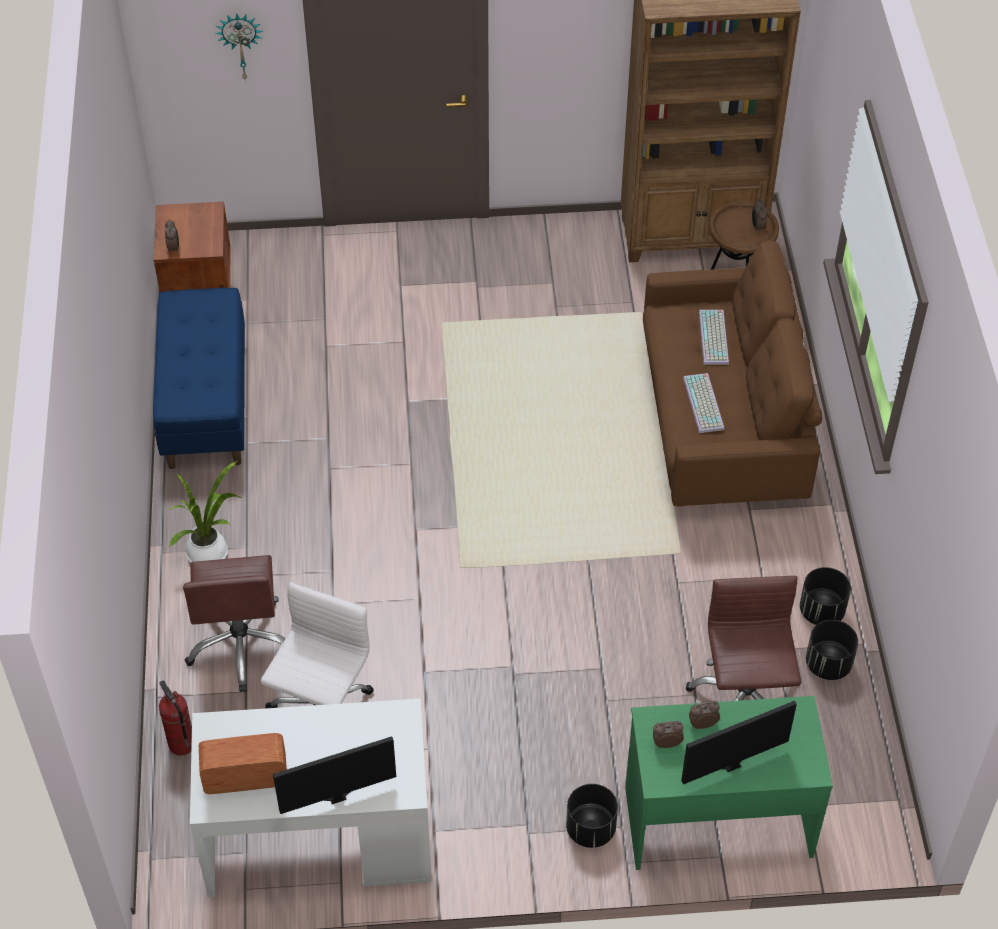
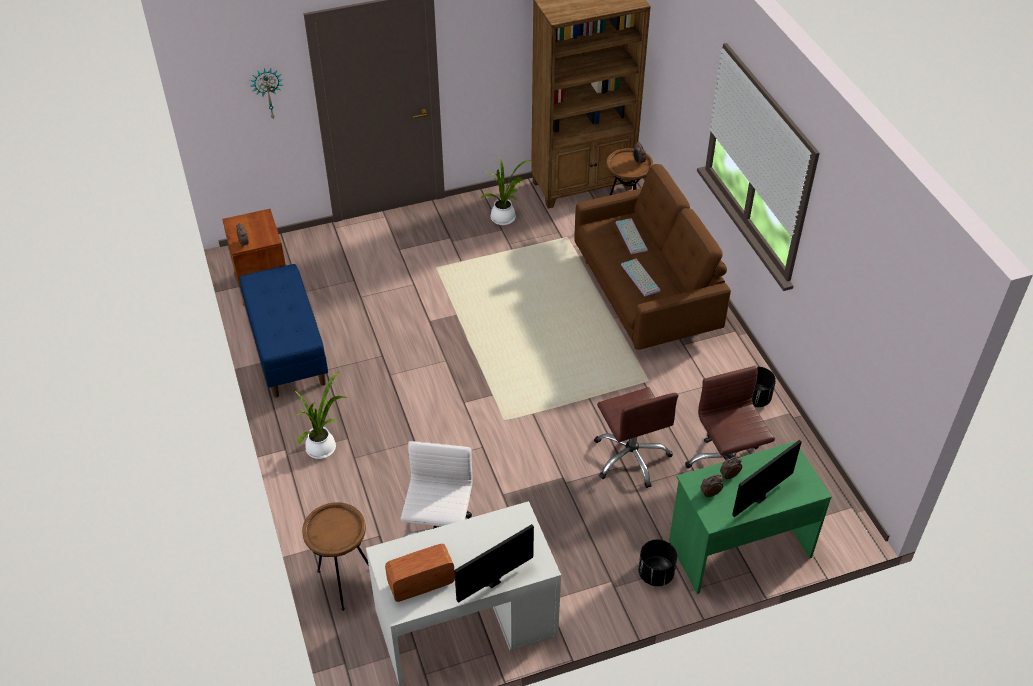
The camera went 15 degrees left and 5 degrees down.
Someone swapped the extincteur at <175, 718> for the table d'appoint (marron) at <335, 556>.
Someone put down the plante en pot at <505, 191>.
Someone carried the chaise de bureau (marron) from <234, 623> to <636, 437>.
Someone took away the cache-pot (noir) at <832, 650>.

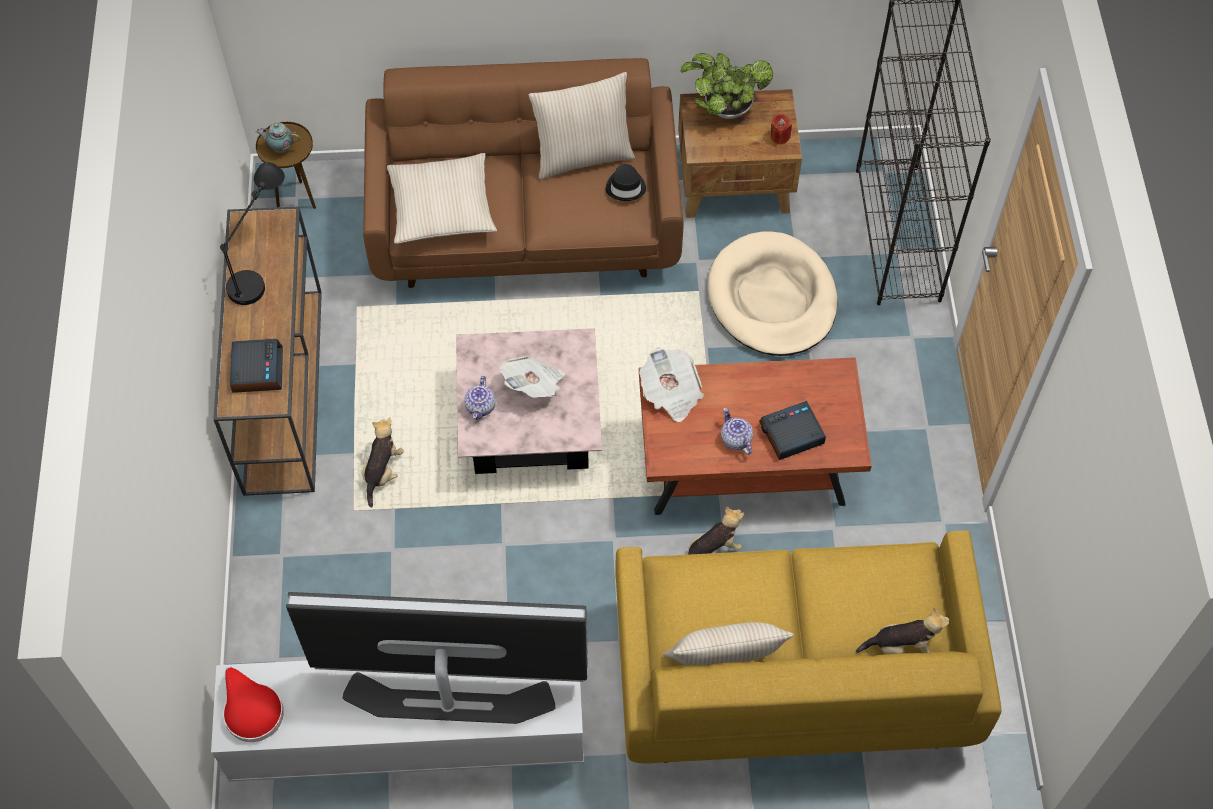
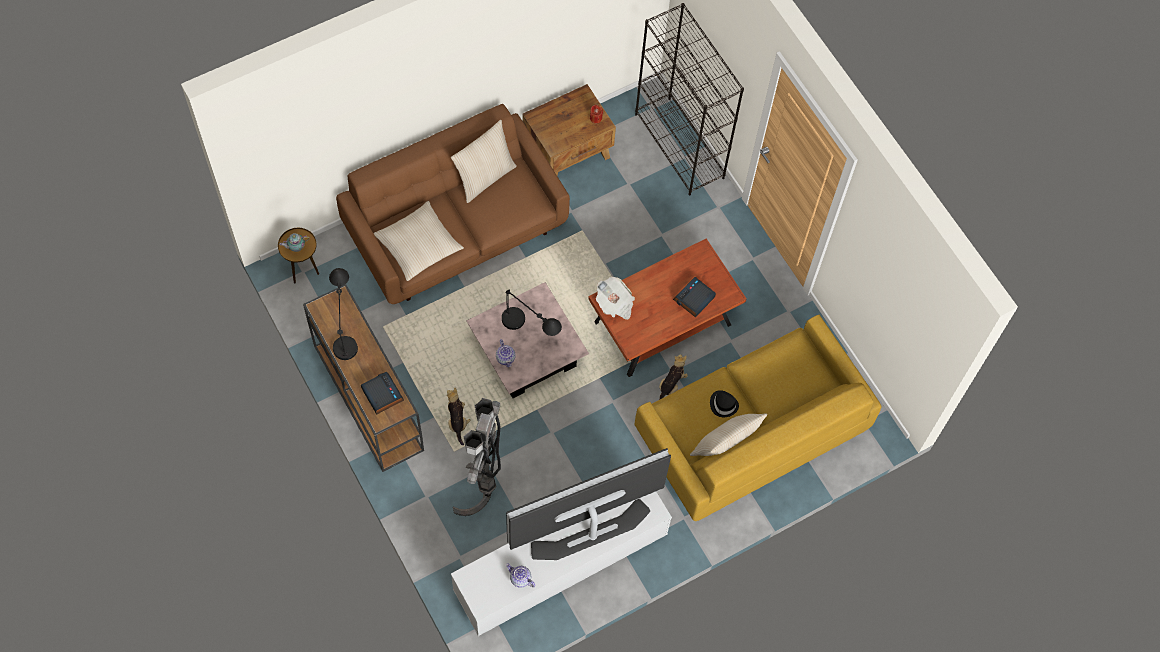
The camera went 30 degrees left and 5 degrees up.
Someone put down the lampadaire (gris) at <477, 457>.
Someone swapped the journal at <532, 377> for the lampe de table (noir) at <532, 312>.
Someone carried the théière from <737, 431> to <520, 576>.
Someone carried the chapeau (noir) from <626, 182> to <724, 403>.
Someone took away the chapeau (rouge) at <253, 704>.
Someone took away the plante en pot at <727, 86>.
Someone took away the panier pour chien (beige) at <772, 293>.
Someone took away the peluche at <902, 631>.

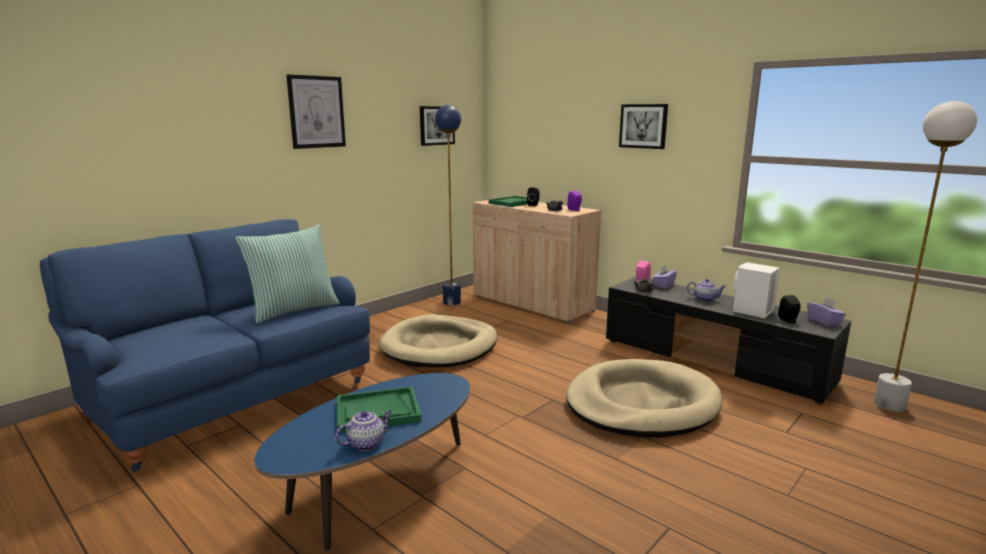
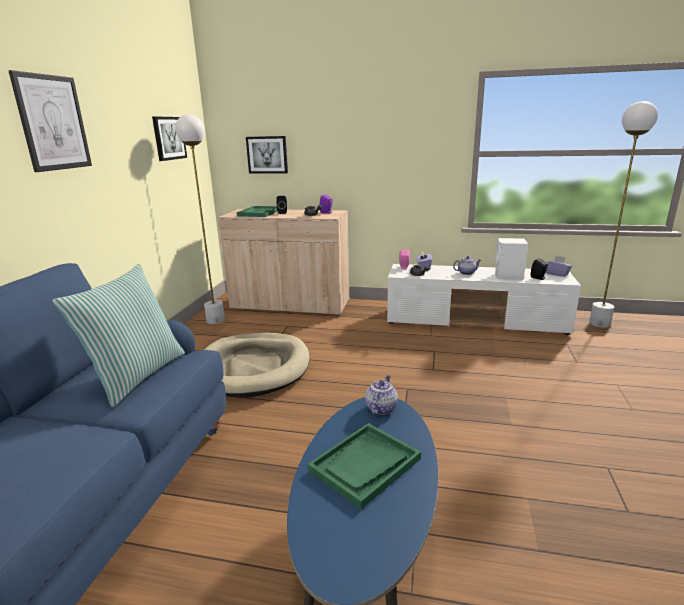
The camera went 30 degrees left and 5 degrees up.
Someone repainted the lampadaire (bleu) at <448, 205>, which became the lampadaire (blanc) at <200, 219>.
Someone carried the tableau from <643, 126> to <267, 155>.
Someone carried the théière from <363, 430> to <381, 395>.
Someone repainted the meuble télé (noir) at <728, 340>, which became the meuble télé (blanc) at <484, 299>.
Someone took away the panier pour chien (beige) at <644, 398>.

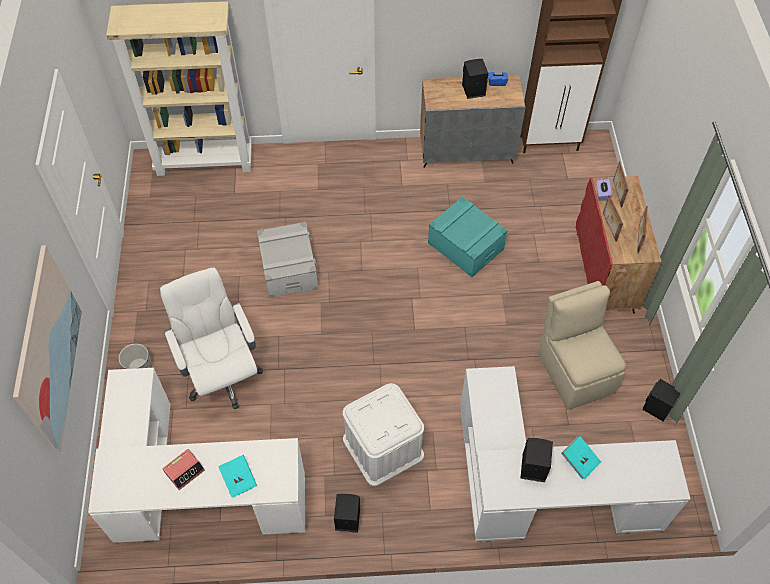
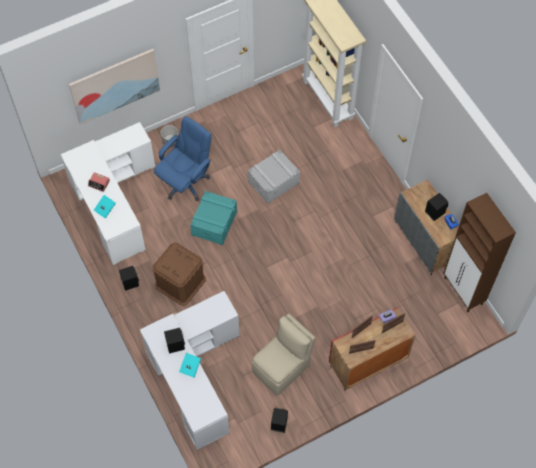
The camera went 65 degrees right and 5 degrees up.
Someone repainted the boîte de rangement (blanc) at <383, 434>, which became the boîte de rangement (marron) at <179, 274>.
Someone repainted the chaise de bureau (blanc) at <211, 338>, which became the chaise de bureau (bleu) at <183, 158>.
Someone carried the boîte de rangement (turquoise) from <468, 237> to <213, 218>.

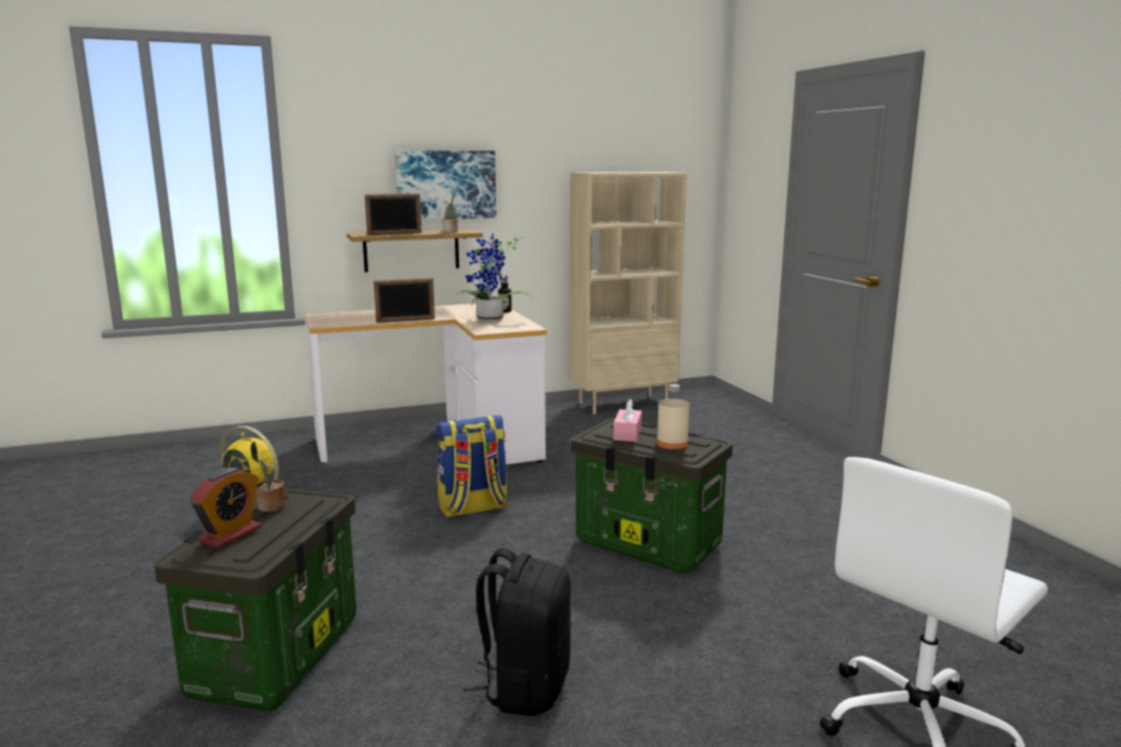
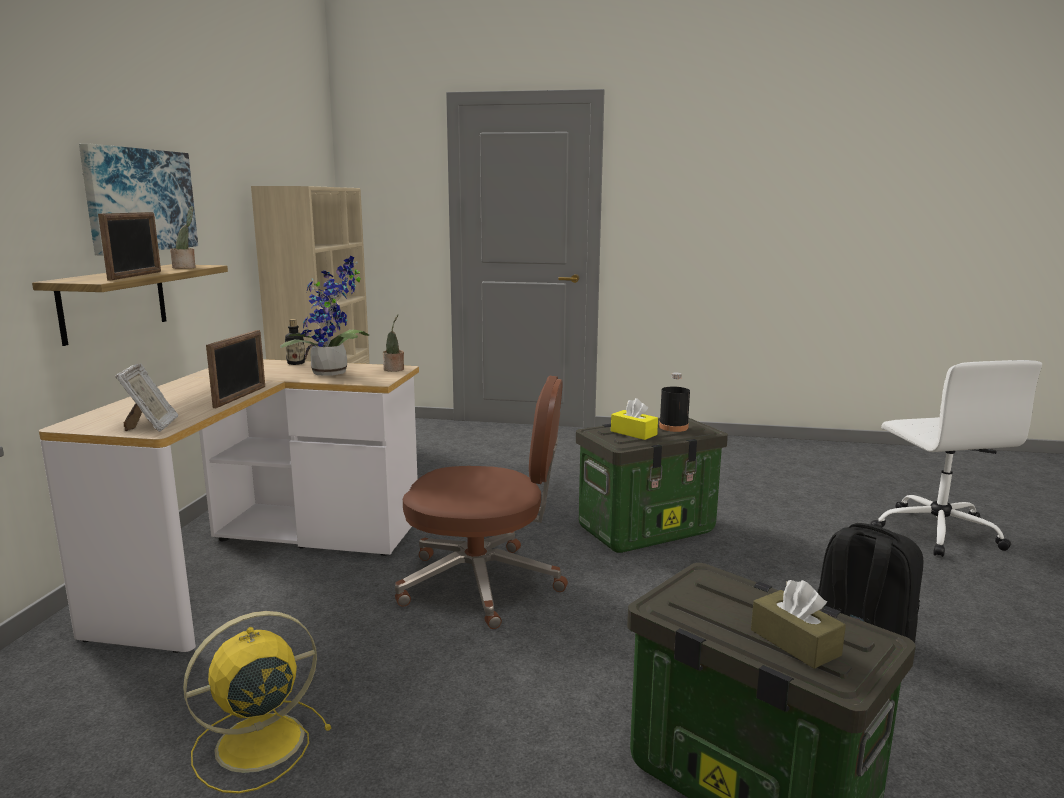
The camera went 60 degrees left and 0 degrees up.
Someone put down the cadre photo at <146, 397>.
Someone carried the plante en pot from <268, 477> to <393, 343>.
Someone swapped the sac à dos at <472, 466> for the chaise de bureau (marron) at <481, 502>.
Someone repainted the boîte à mouchoirs (rose) at <627, 420>, which became the boîte à mouchoirs (jaune) at <634, 419>.
Someone repainted the bouteille (beige) at <672, 416>, which became the bouteille (noir) at <674, 402>.
Someone swapped the réveil at <225, 507> for the boîte à mouchoirs (marron) at <798, 624>.

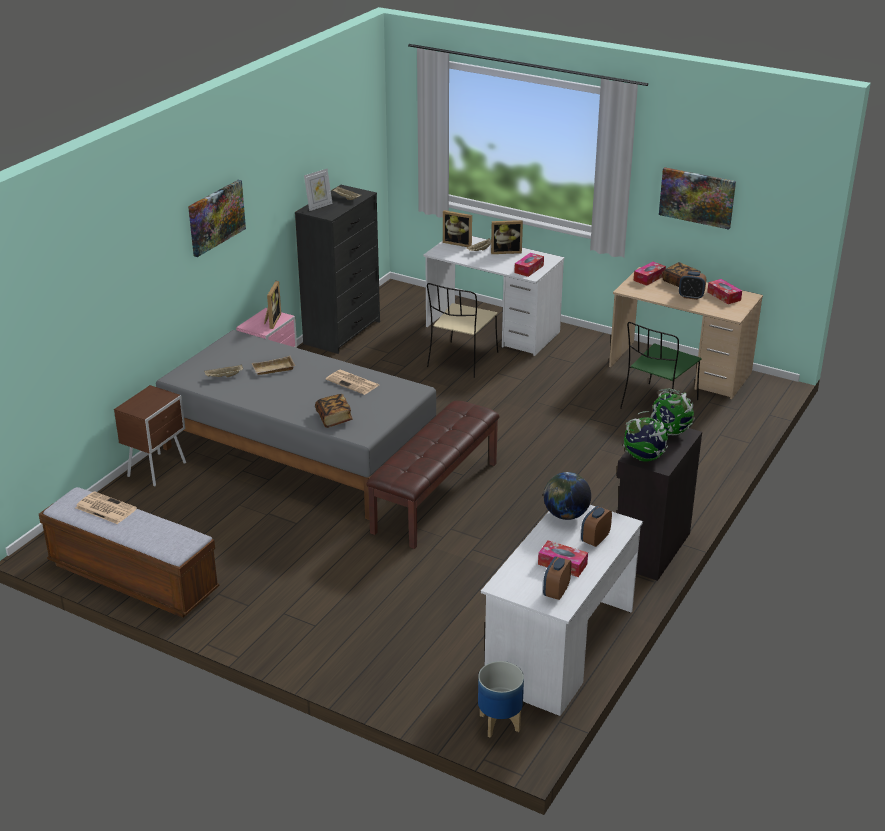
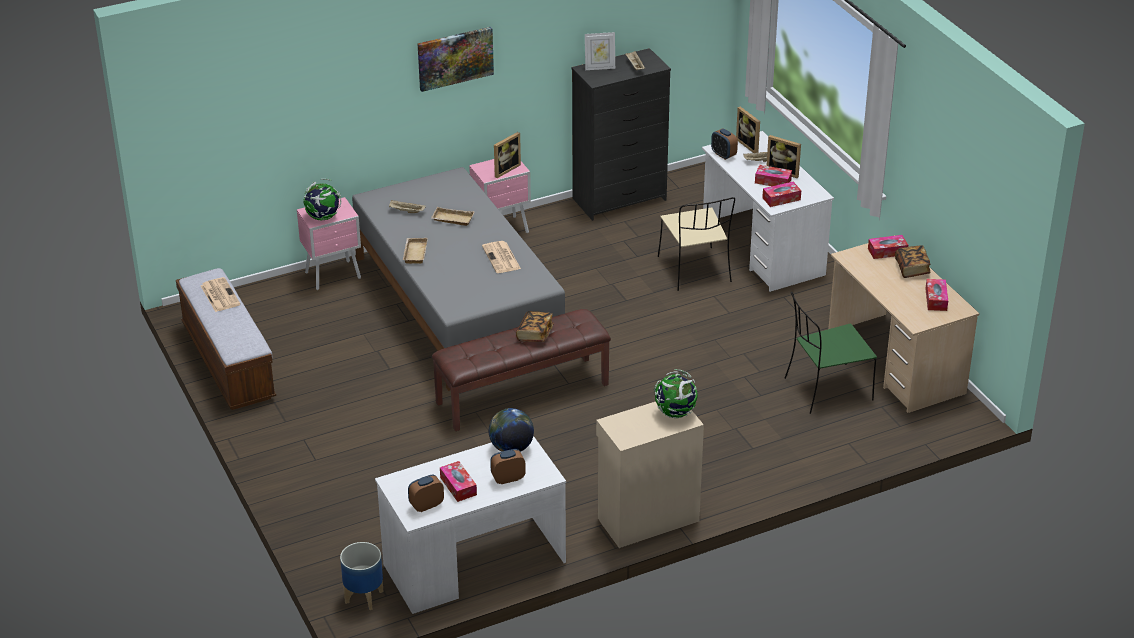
The camera went 35 degrees right and 5 degrees up.
Someone repainted the table de chevet (marron) at <150, 436>, which became the table de chevet (rose) at <329, 243>.
Someone carried the globe from <645, 436> to <322, 199>.
Someone put down the plateau (beige) at <415, 251>.
Someone carried the livre from <333, 411> to <535, 326>.
Someone repainted the meuble de rangement (noir) at <659, 504>, which became the meuble de rangement (beige) at <650, 475>.
Someone rotated the chaise (beige) at <462, 330> by 75 degrees counterclockwise.
Someone carried the réveil from <692, 285> to <724, 144>.
Someone put down the boîte à mouchoirs at <773, 175>.
Someone took away the tableau at <697, 198>.

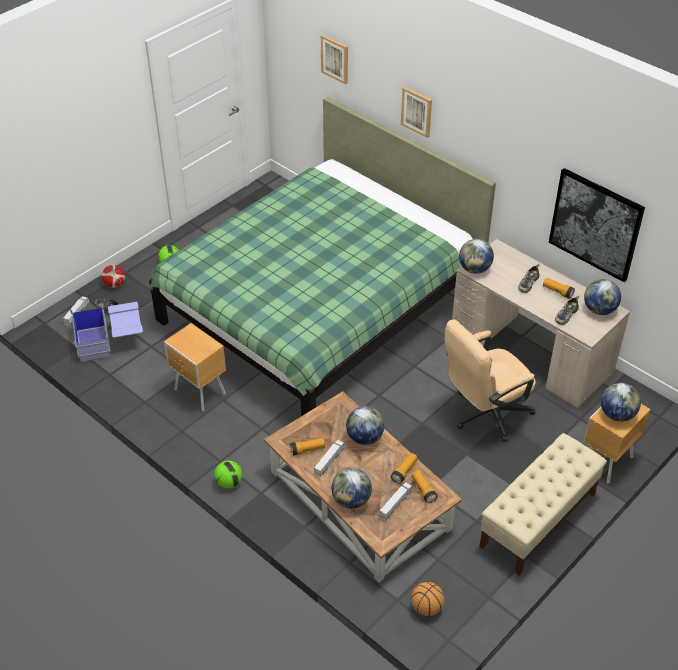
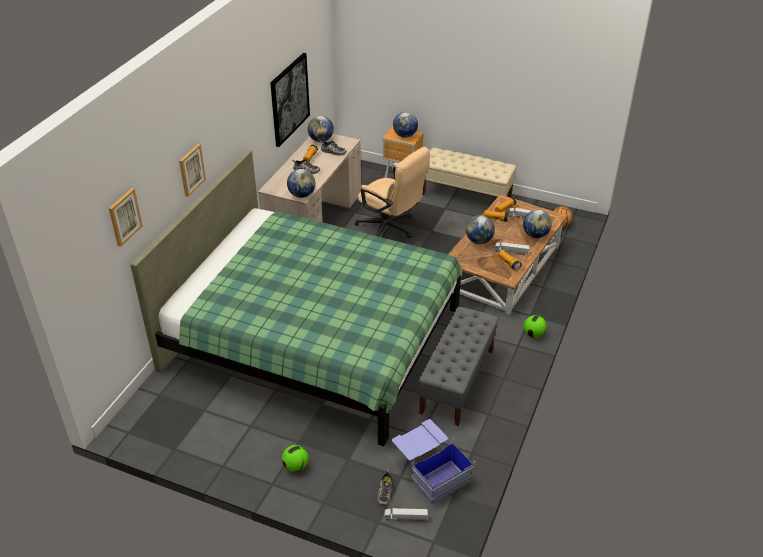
The camera went 110 degrees left and 5 degrees down.
Someone swapped the table de chevet (marron) at <195, 367> for the banc (gris) at <458, 366>.
Someone took away the ballon de foot at <113, 276>.

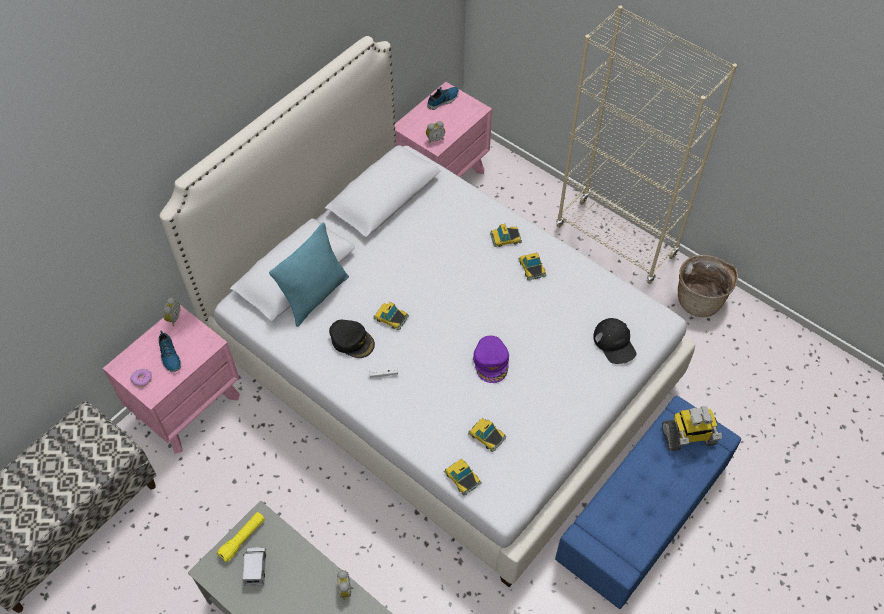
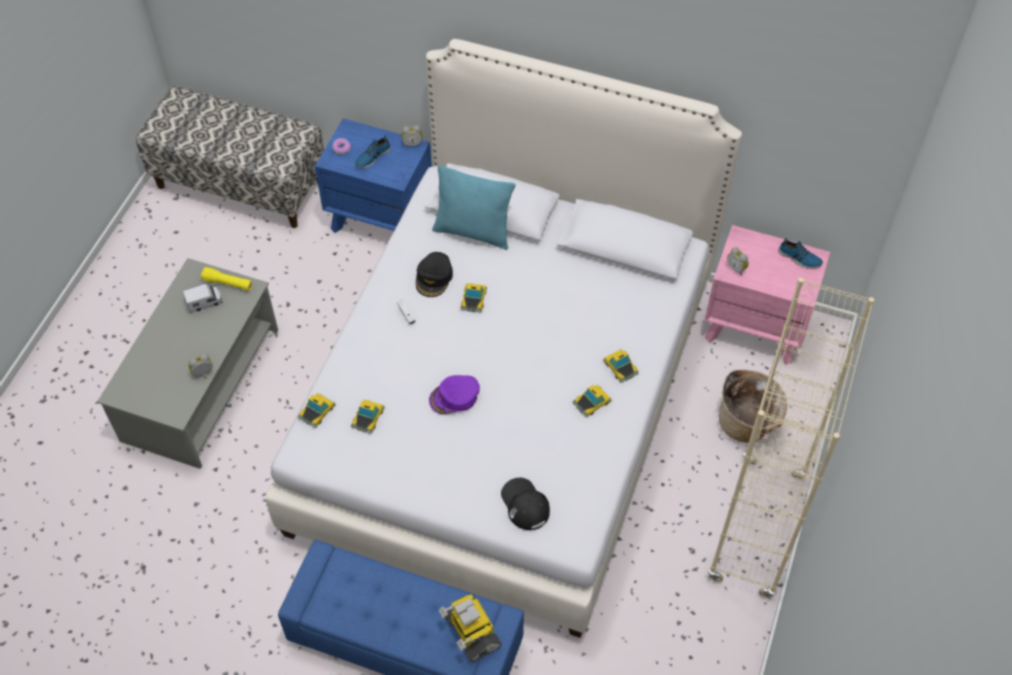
The camera went 70 degrees right and 0 degrees up.
Someone repainted the table de chevet (rose) at <171, 379>, which became the table de chevet (bleu) at <373, 175>.
Someone rotated the casquette (noir) at <614, 341> by 105 degrees clockwise.
Someone carried the panier from <708, 286> to <752, 406>.

